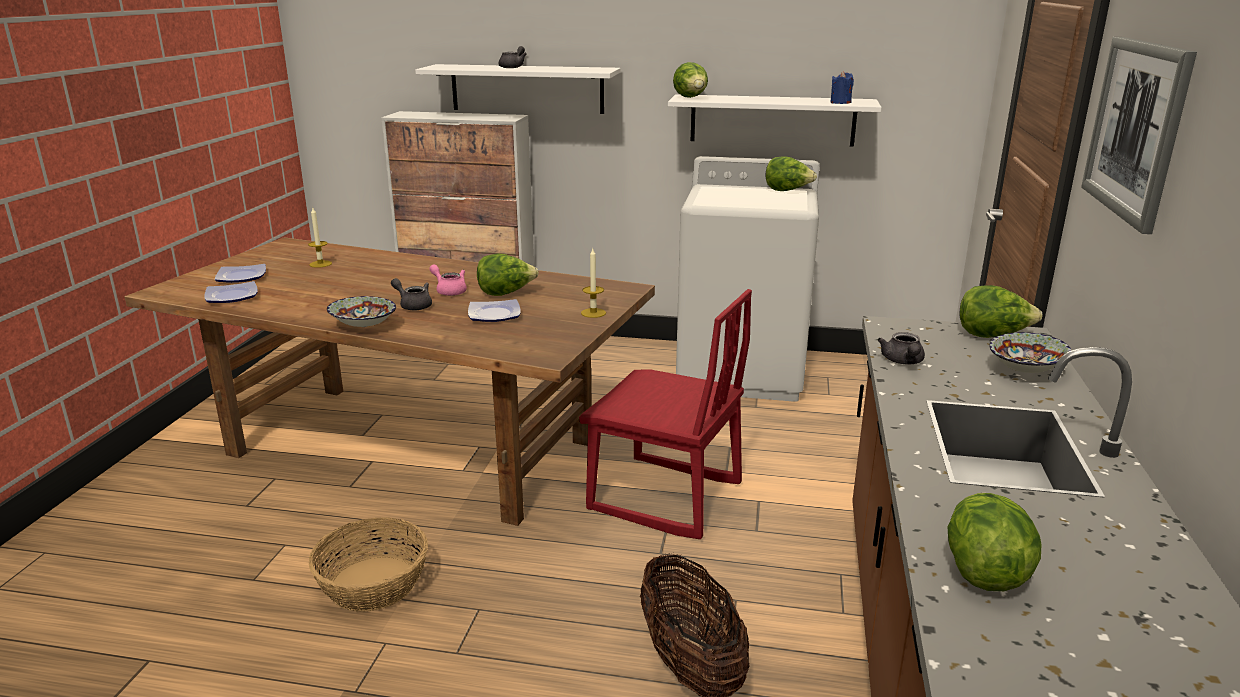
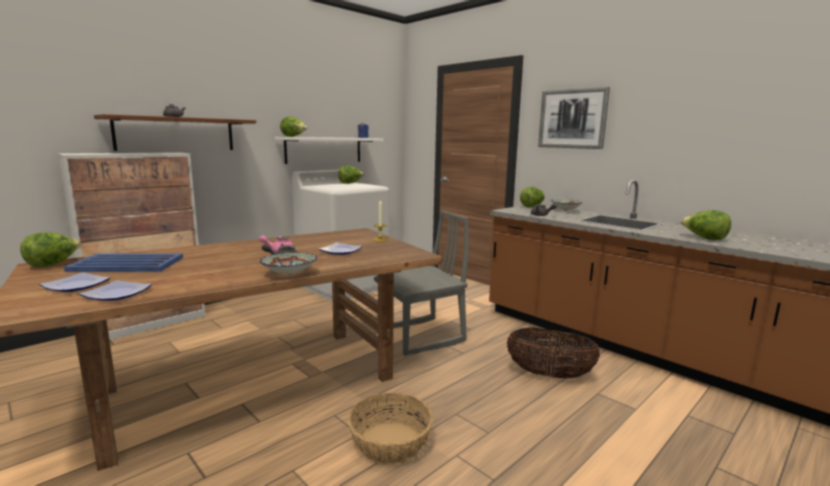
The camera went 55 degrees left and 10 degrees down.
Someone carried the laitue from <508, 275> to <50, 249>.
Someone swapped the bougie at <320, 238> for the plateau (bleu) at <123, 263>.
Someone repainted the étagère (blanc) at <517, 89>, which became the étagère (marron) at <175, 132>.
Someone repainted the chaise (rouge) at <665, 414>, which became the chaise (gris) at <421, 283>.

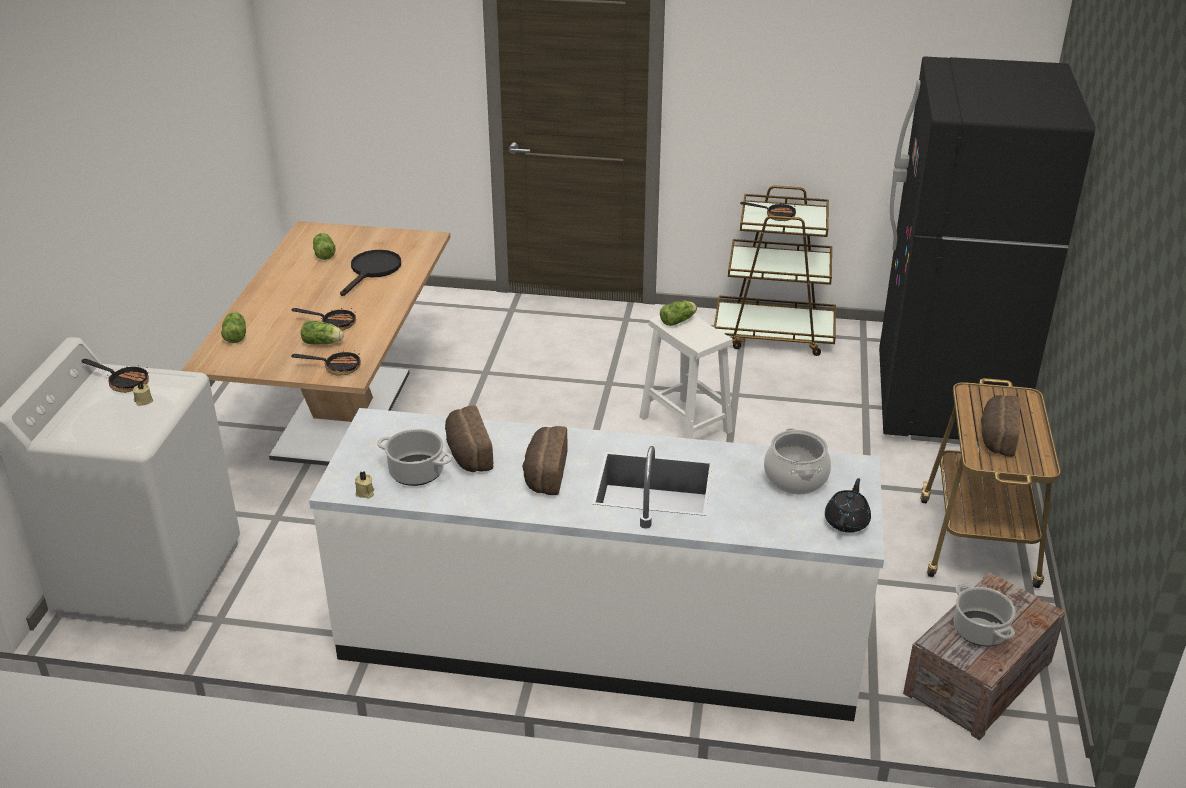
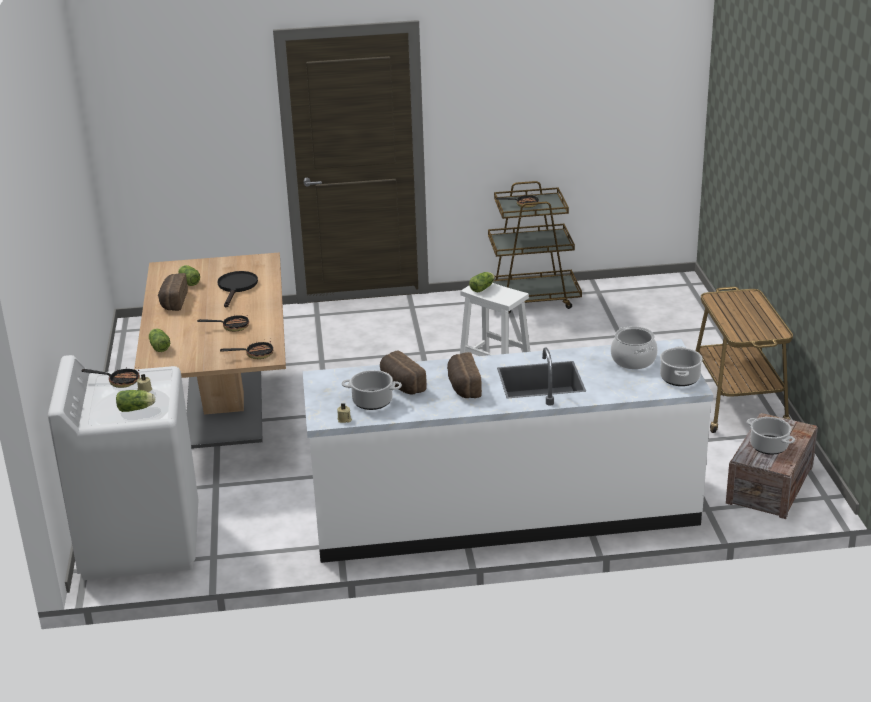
The camera went 15 degrees left and 5 degrees down.
Someone carried the laitue from <322, 333> to <135, 401>.
Someone carried the pain from <1000, 426> to <173, 292>.
Someone swapped the théière (noir) at <848, 505> for the marmite at <681, 366>.
Someone took away the réfrigérateur (noir) at <987, 250>.

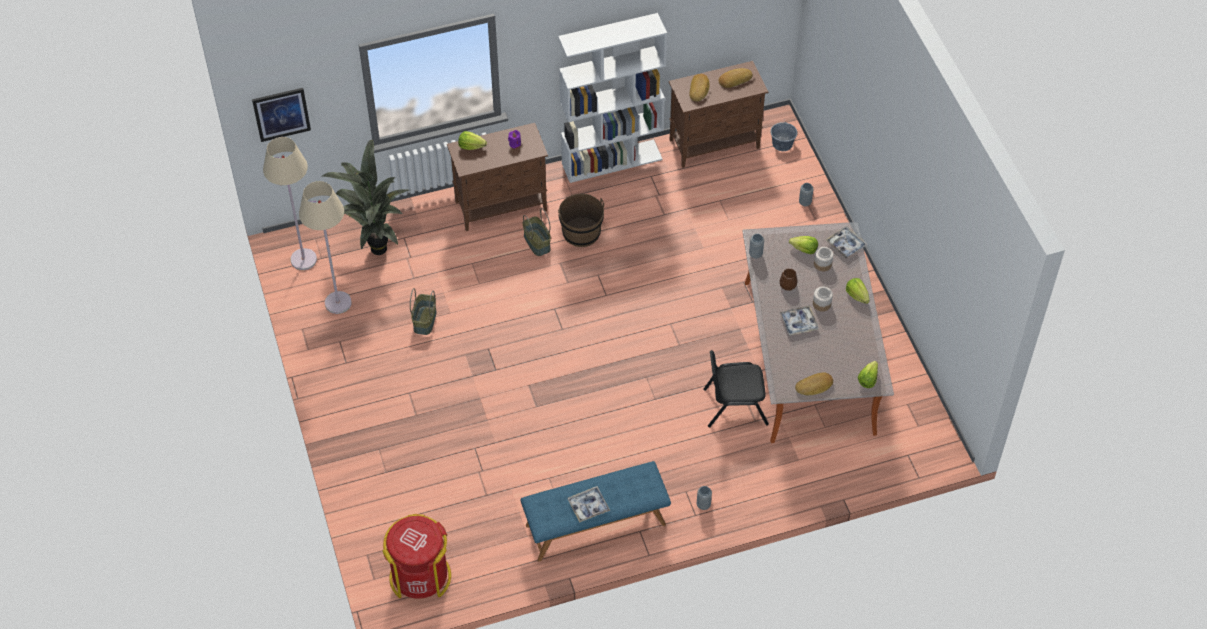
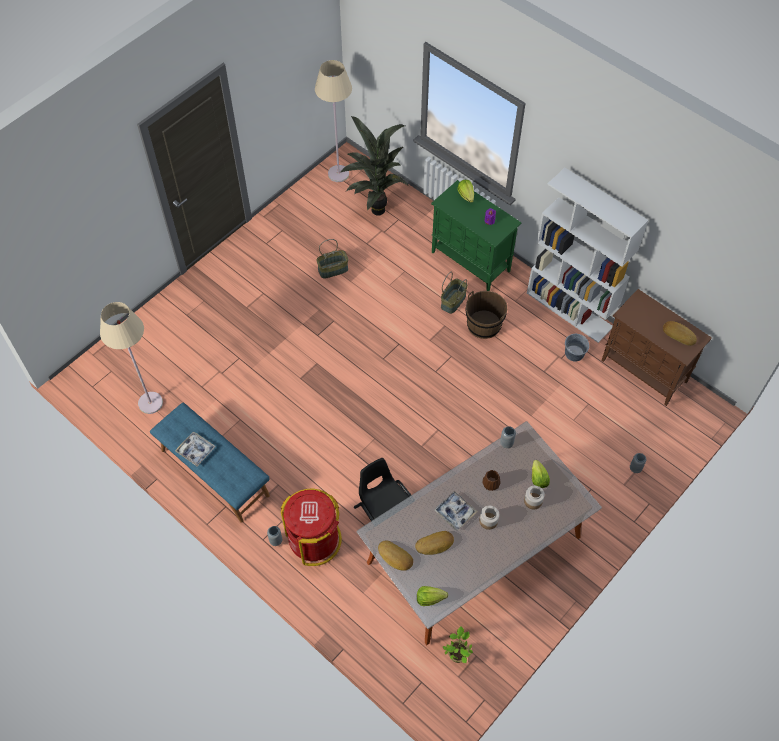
The camera went 60 degrees right and 5 degrees up.
Someone carried the lampadaire (beige) from <325, 247> to <131, 358>.
Someone carried the poubelle (rouge) from <417, 556> to <311, 527>.
Someone carried the pain from <699, 87> to <434, 543>.
Someone repainted the meuble de rangement (marron) at <497, 177>, which became the meuble de rangement (vert) at <476, 235>.
Someone put down the plante en pot at <458, 644>.
Someone carried the seau (gris) from <783, 136> to <577, 347>.
Someone took away the tableau at <281, 115>.
Someone took away the plateau at <847, 243>.
Someone took away the laitue at <858, 291>.

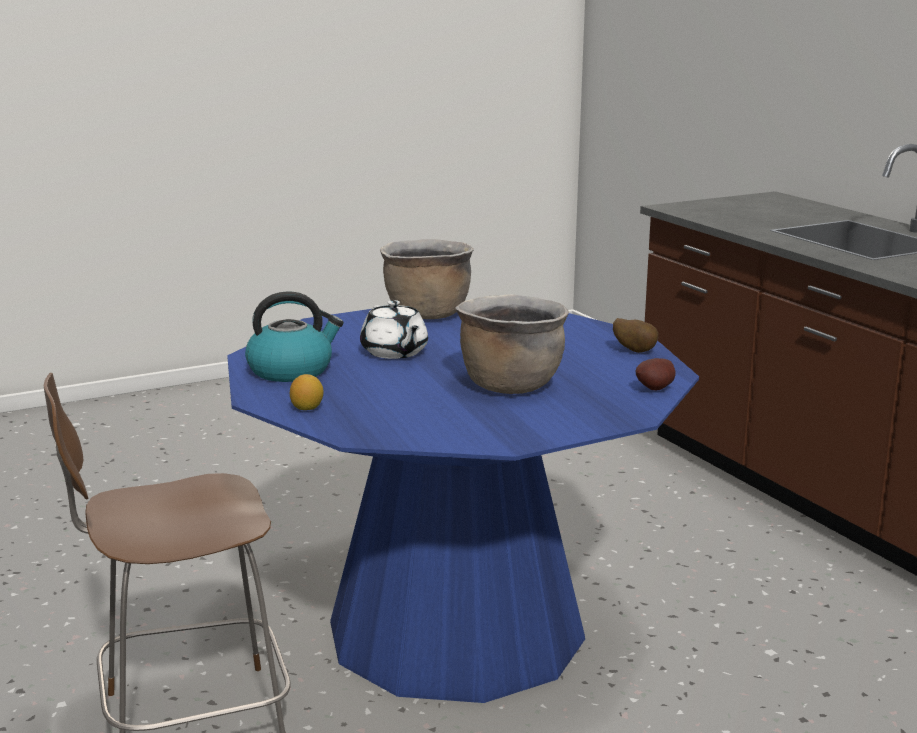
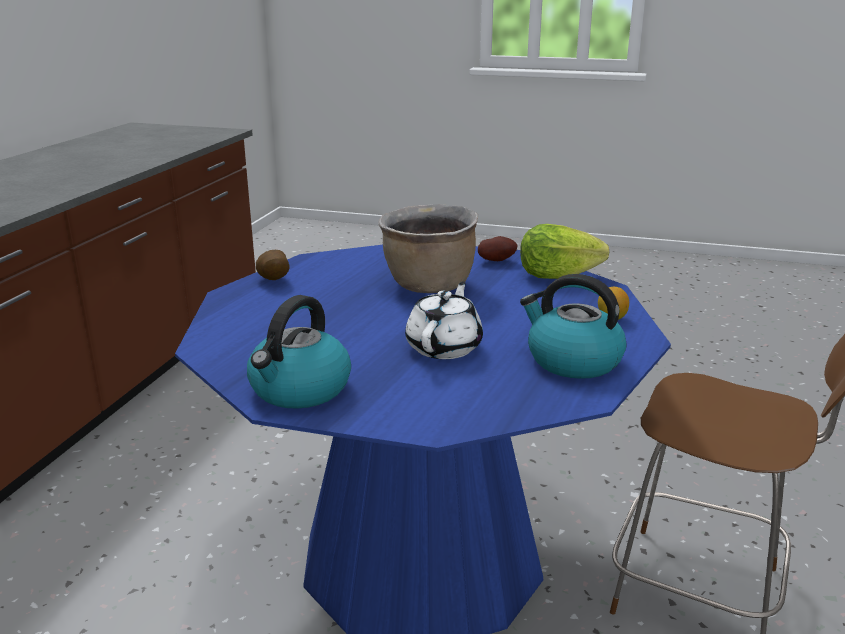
The camera went 135 degrees left and 5 degrees up.
Someone swapped the marmite (marron) at <427, 279> for the bouilloire at <299, 352>.
Someone carried the pomme de terre from <655, 374> to <497, 248>.
Someone put down the laitue at <564, 251>.

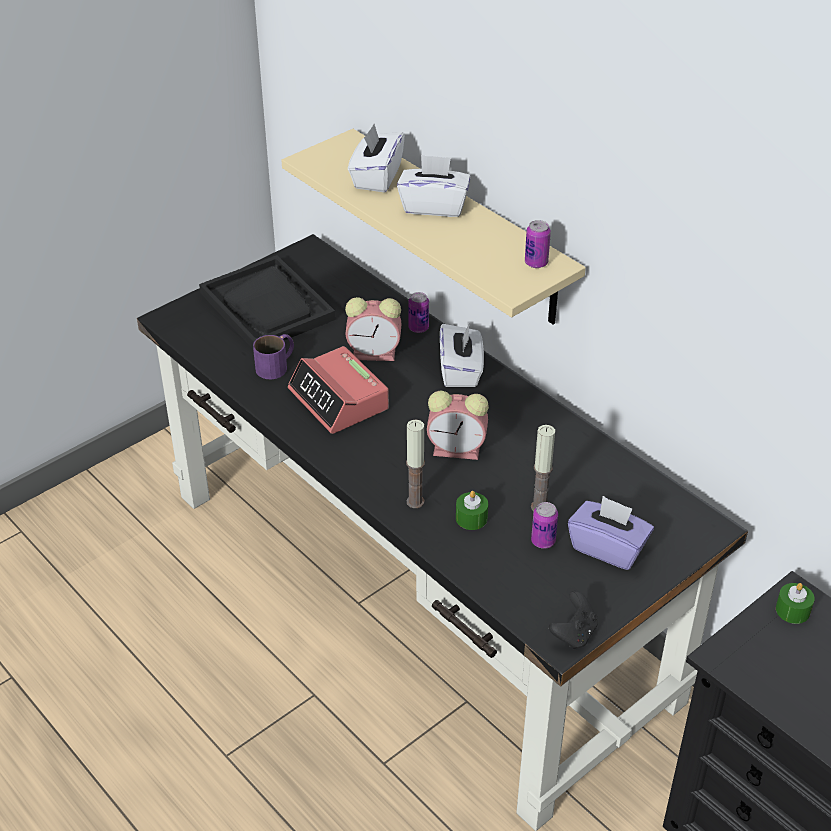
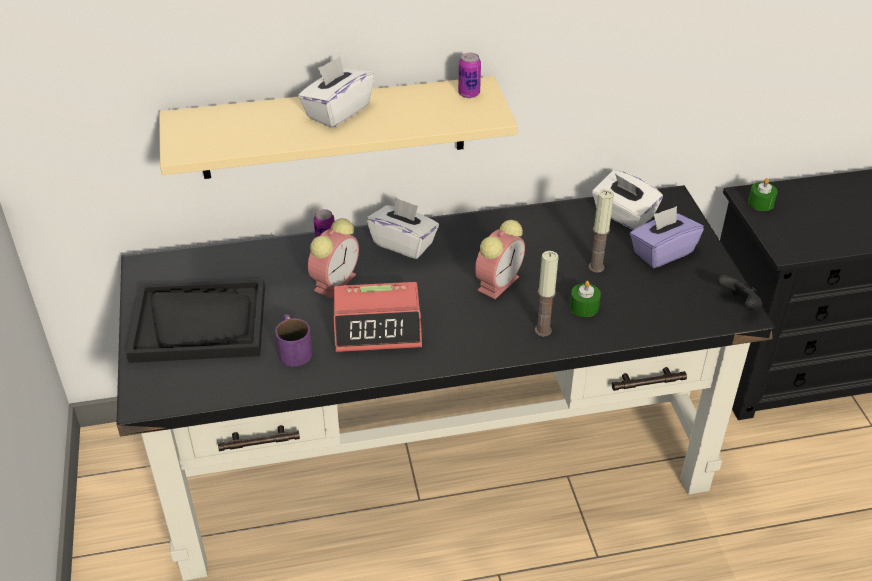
The camera went 60 degrees left and 0 degrees up.
Someone carried the boîte à mouchoirs (blanc) from <376, 158> to <627, 200>.
Someone took away the boîte métallique at <544, 525>.

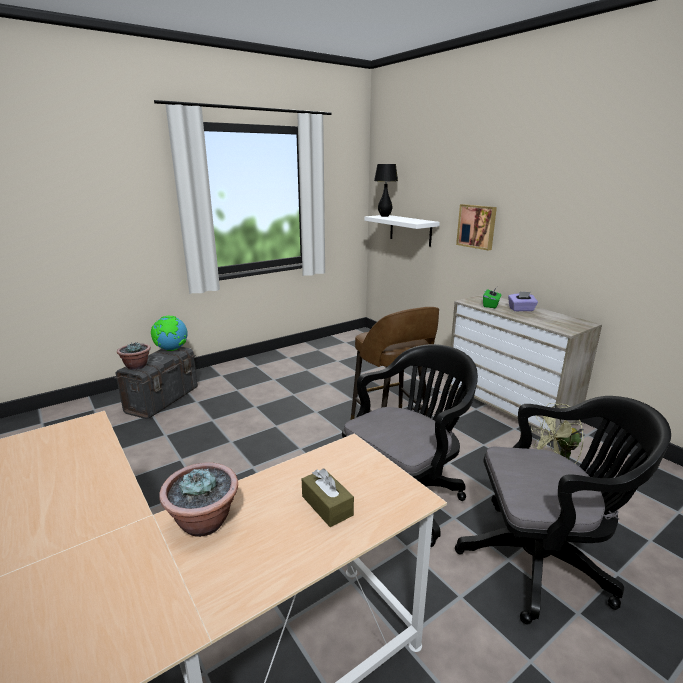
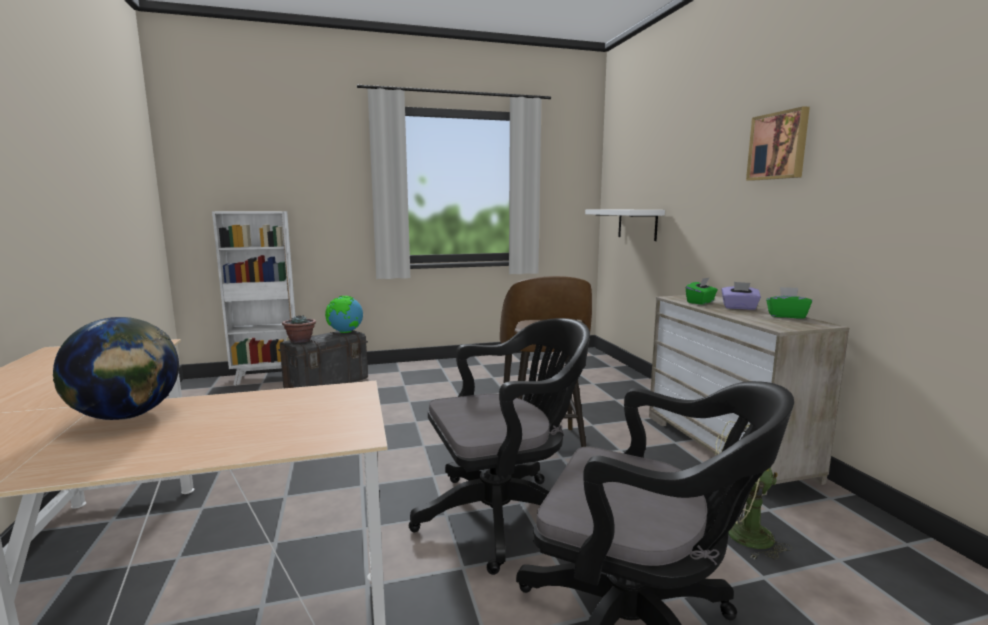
The camera went 20 degrees right and 10 degrees down.
Someone swapped the plante en pot at <198, 500> for the globe at <116, 368>.
Someone put down the bibliothèque (blanc) at <253, 298>.
Someone carried the tableau from <476, 227> to <778, 143>.
Someone put down the boîte à mouchoirs (vert) at <789, 303>.
Someone took away the boîte à mouchoirs (marron) at <328, 498>.
Someone took away the lampe de table (noir) at <386, 190>.

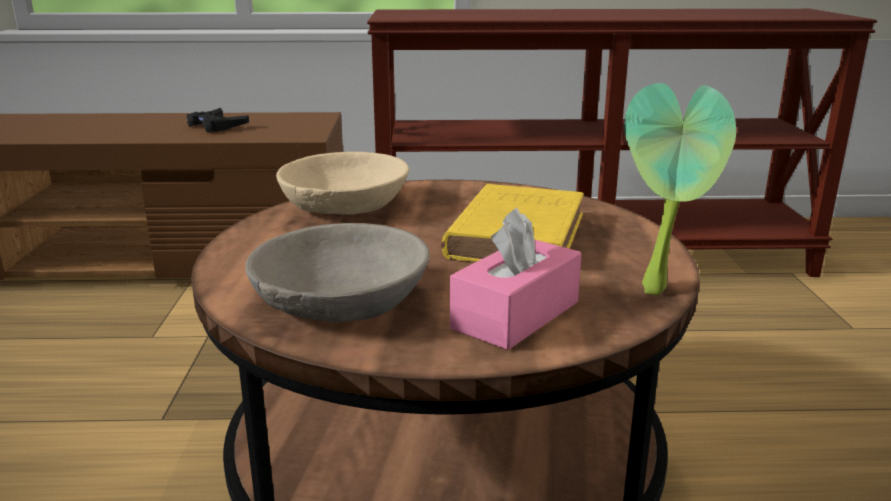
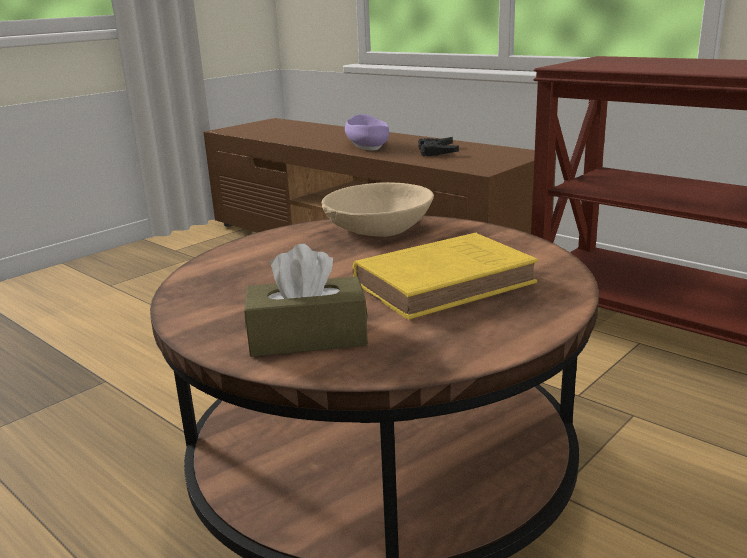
The camera went 45 degrees right and 0 degrees up.
Someone repainted the boîte à mouchoirs (rose) at <516, 279>, which became the boîte à mouchoirs (marron) at <306, 300>.
Someone put down the bol (violet) at <367, 132>.
Someone took away the bol (gris) at <338, 273>.
Someone took away the plante en pot at <680, 189>.

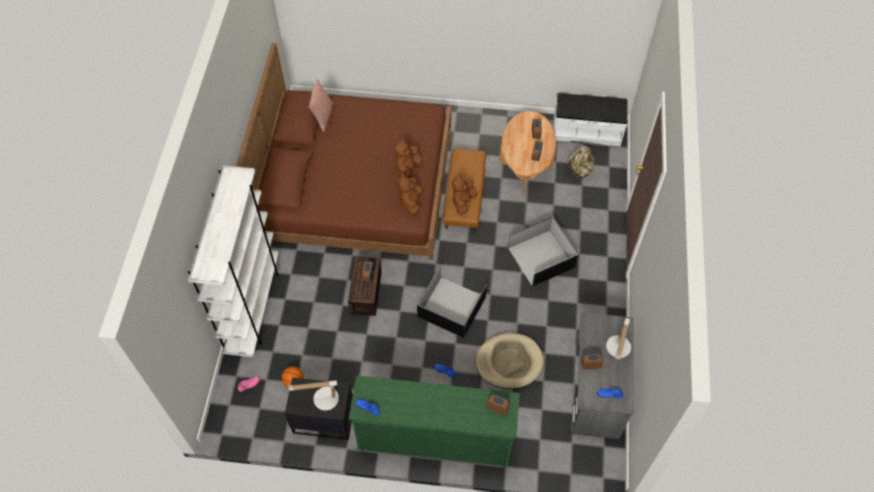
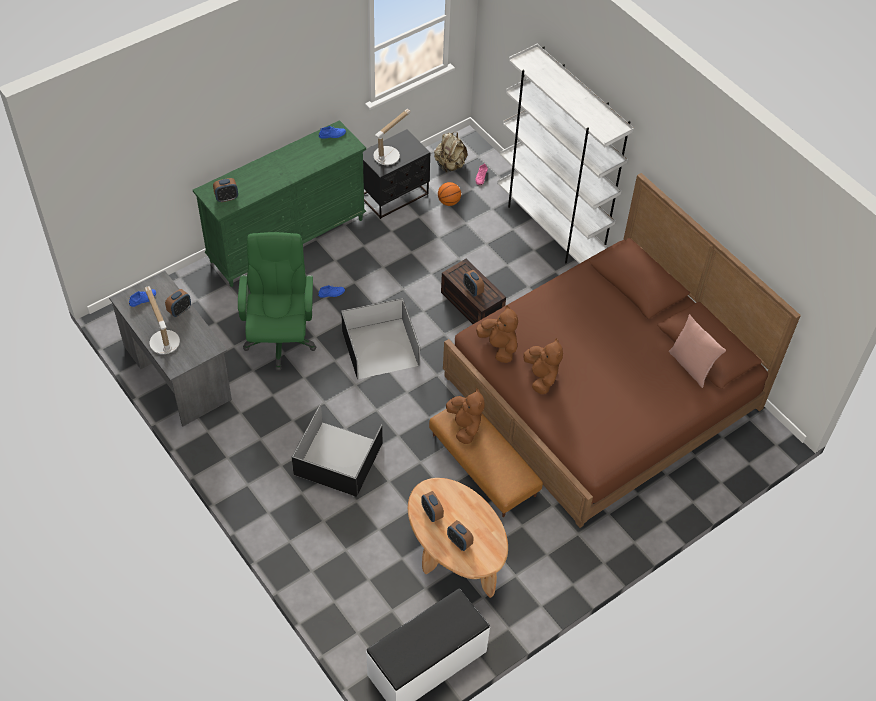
The camera went 135 degrees right and 5 degrees down.
Someone swapped the panier pour chien (beige) at <509, 361> for the chaise de bureau (vert) at <277, 301>.
Someone carried the sac à dos (beige) from <581, 163> to <450, 152>.

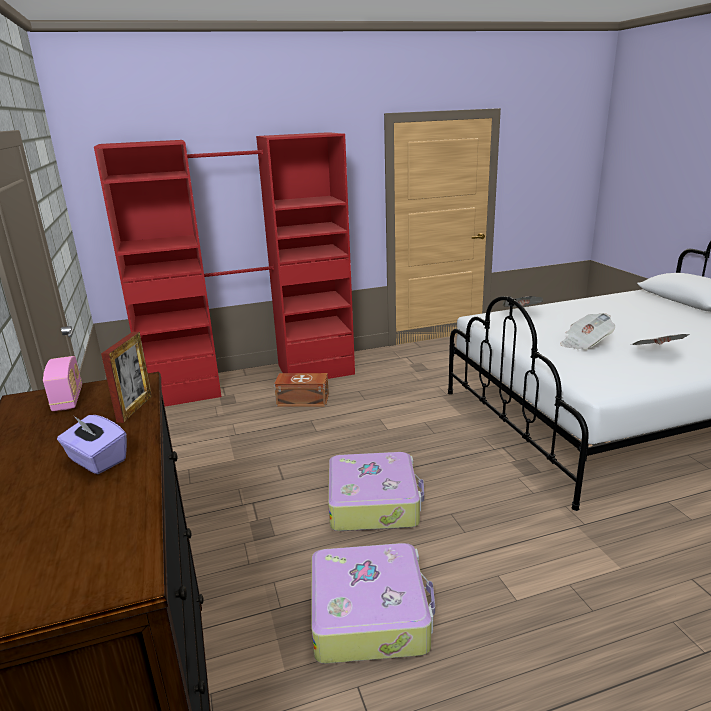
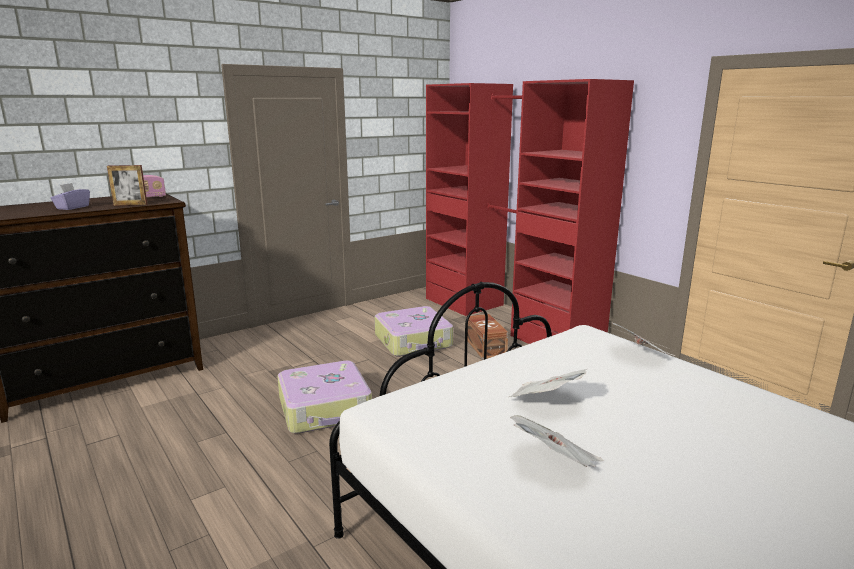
The camera went 70 degrees right and 5 degrees down.
Someone carried the valise from <373, 603> to <414, 331>.

